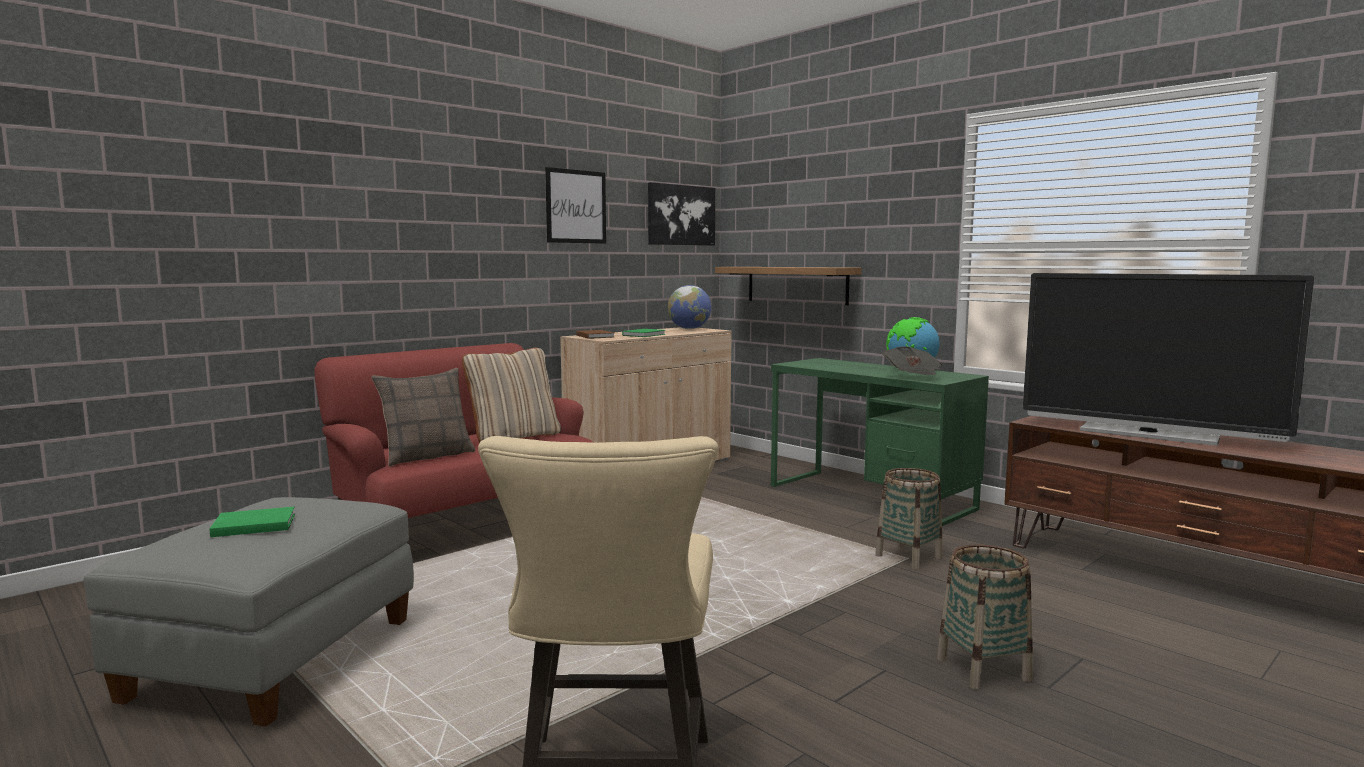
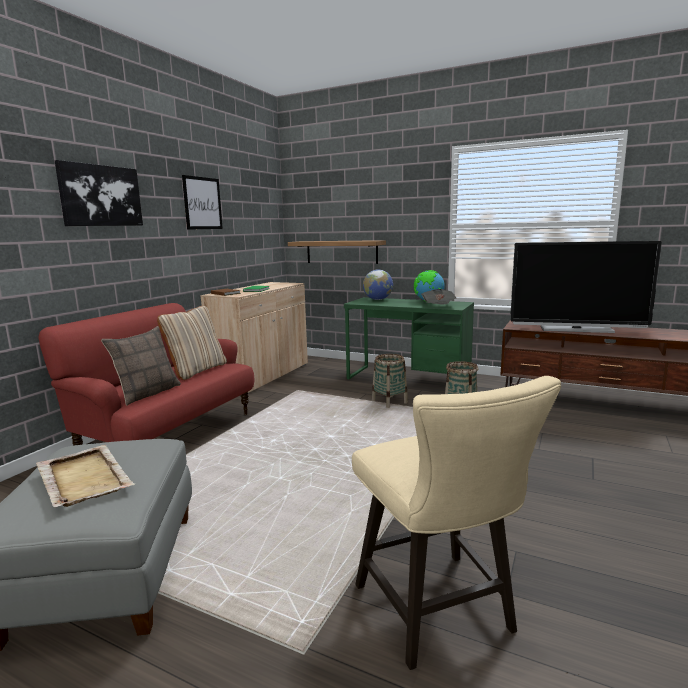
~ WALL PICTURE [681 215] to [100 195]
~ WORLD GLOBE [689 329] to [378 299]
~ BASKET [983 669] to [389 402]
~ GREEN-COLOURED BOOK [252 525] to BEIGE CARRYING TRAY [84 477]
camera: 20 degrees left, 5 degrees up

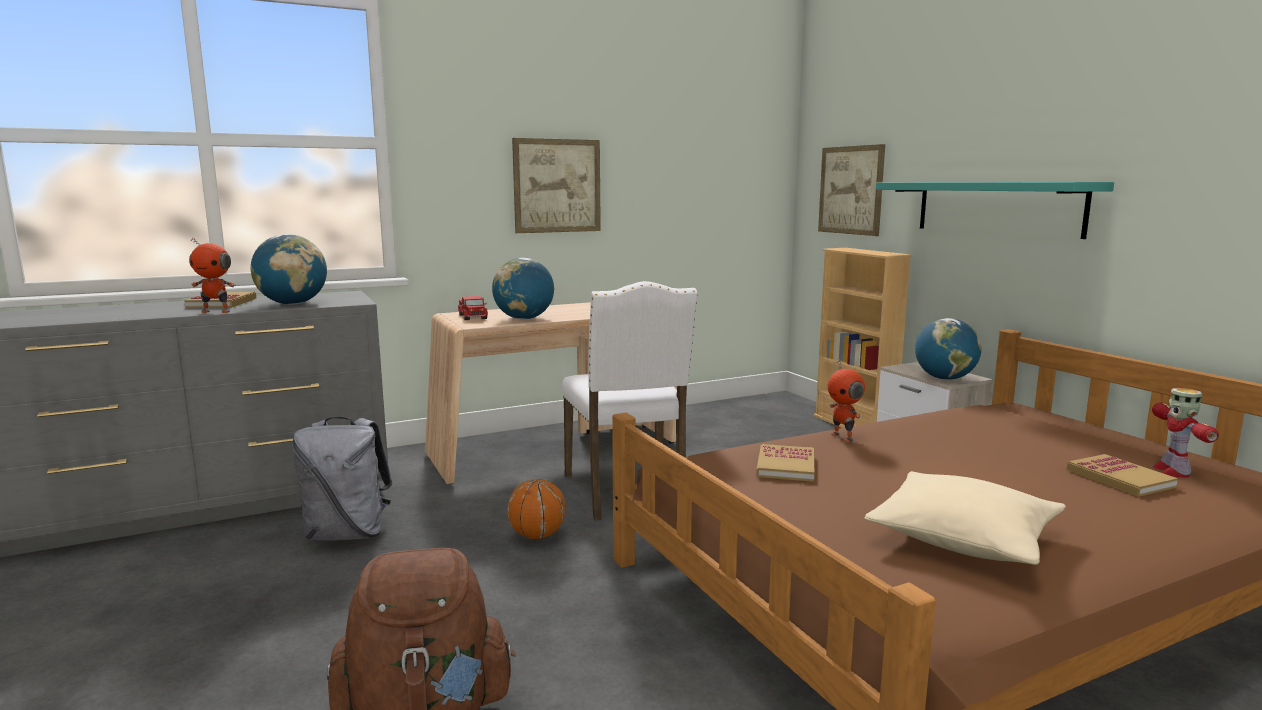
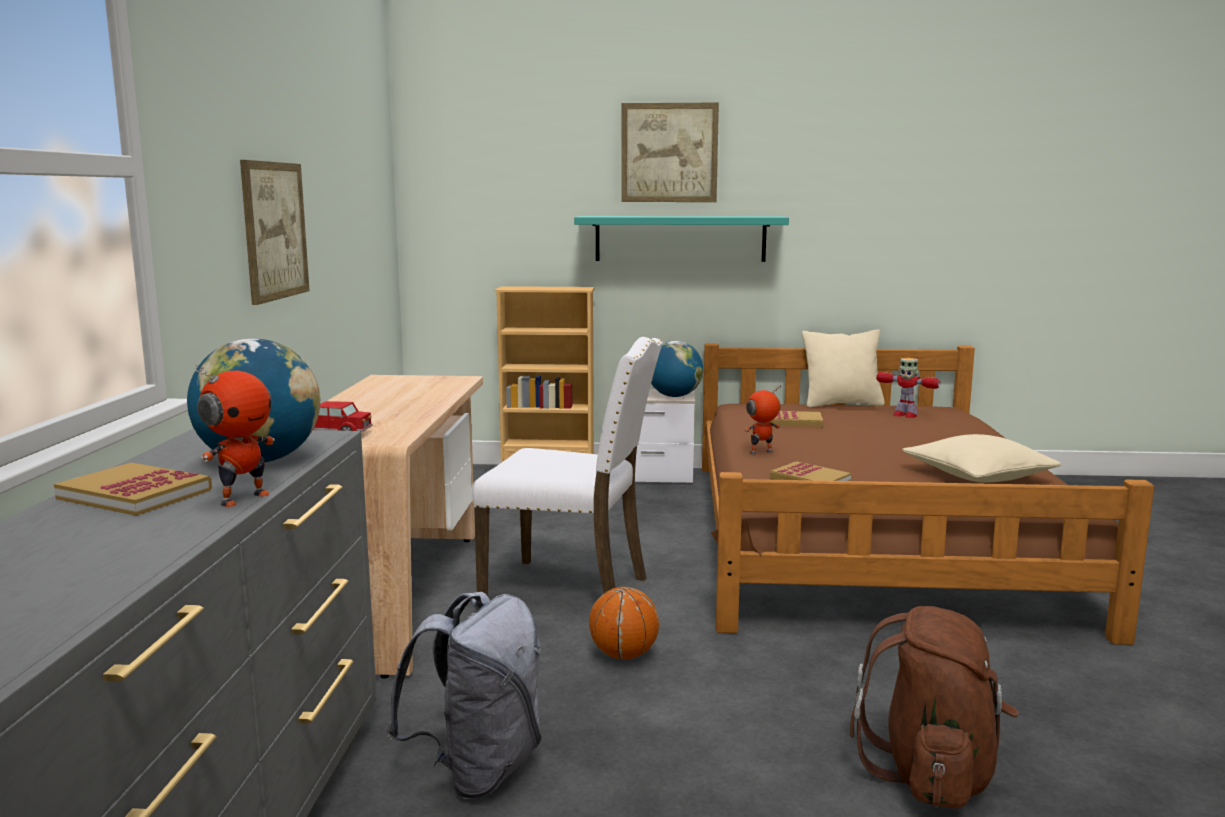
- WORLD GLOBE [524 319]
+ BEIGE CUSHION [842 404]
~ WALL PICTURE [850 190] to [669 153]
~ BOOK [1119 478] to [795 422]
~ MODEL ROBOT [843 437] = [761 453] 150 degrees clockwise
camera: 60 degrees left, 0 degrees up

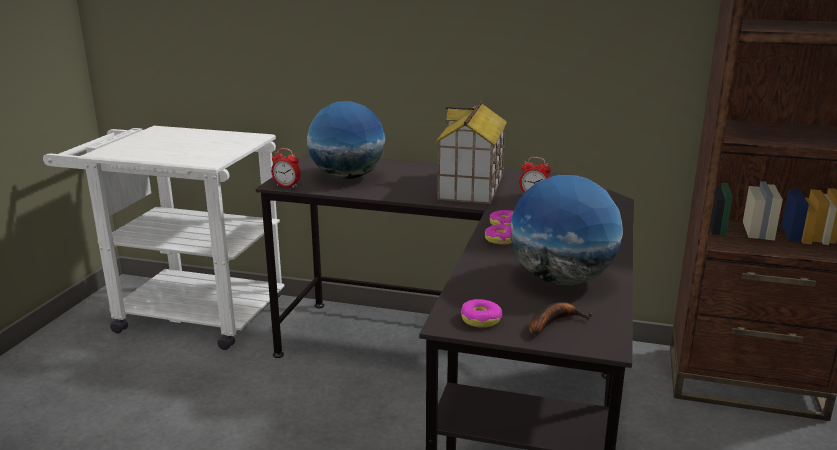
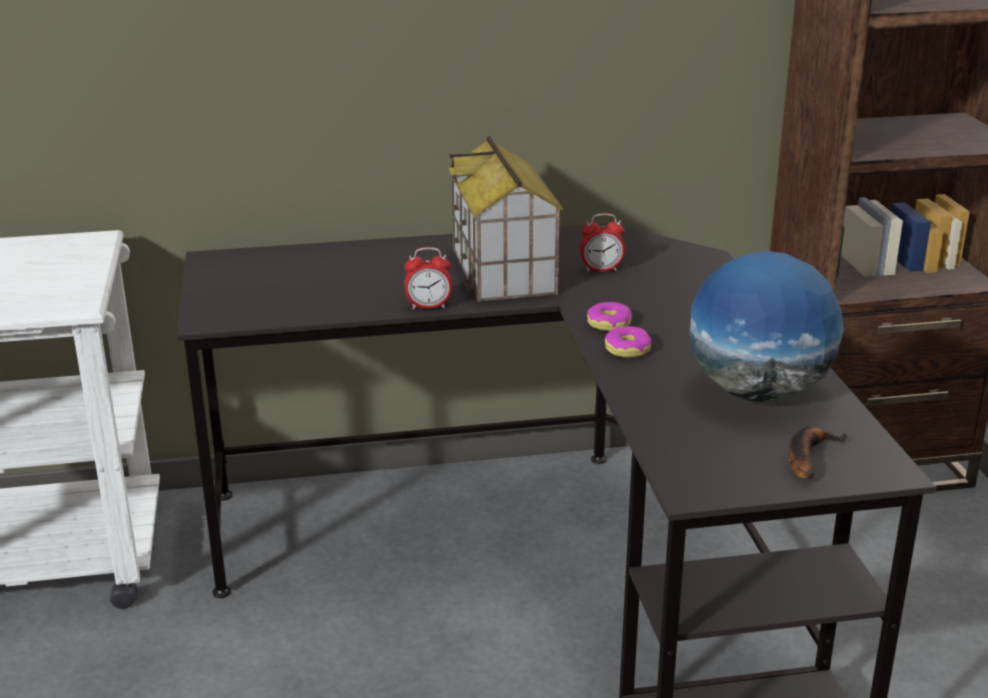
- WORLD GLOBE [347 177]
- RING DOUGHNUT [481 319]
~ ALARM CLOCK [287 186] to [428 307]
camera: 25 degrees left, 5 degrees up

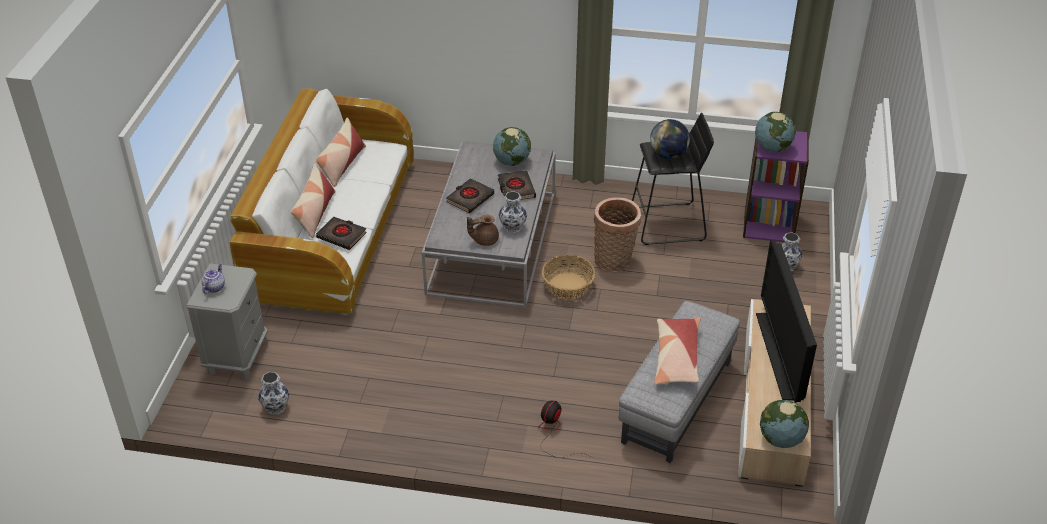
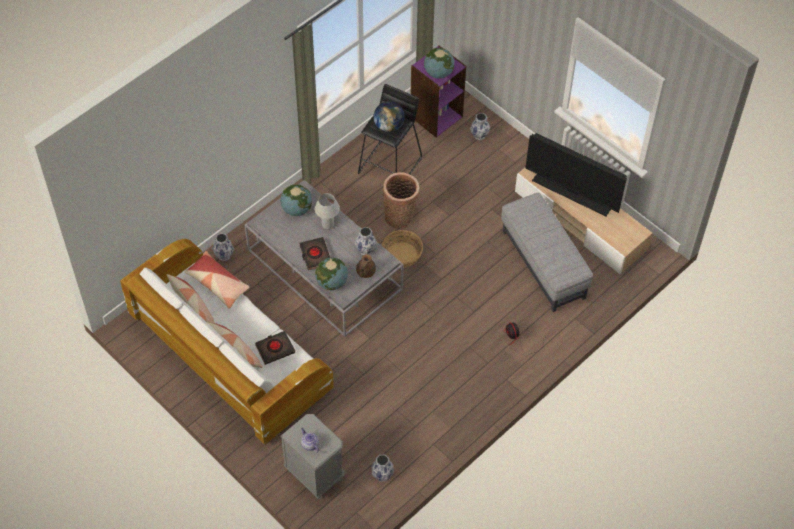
+ FLOWER VASE [223 255]
~ CUSHION [676 358] to [218 284]
~ WORLD GLOBE [780 439] to [331 282]
~ BLACK BOOK [516 189] to WHITE LAMP FOR A TABLE [327 224]
camera: 55 degrees left, 15 degrees up

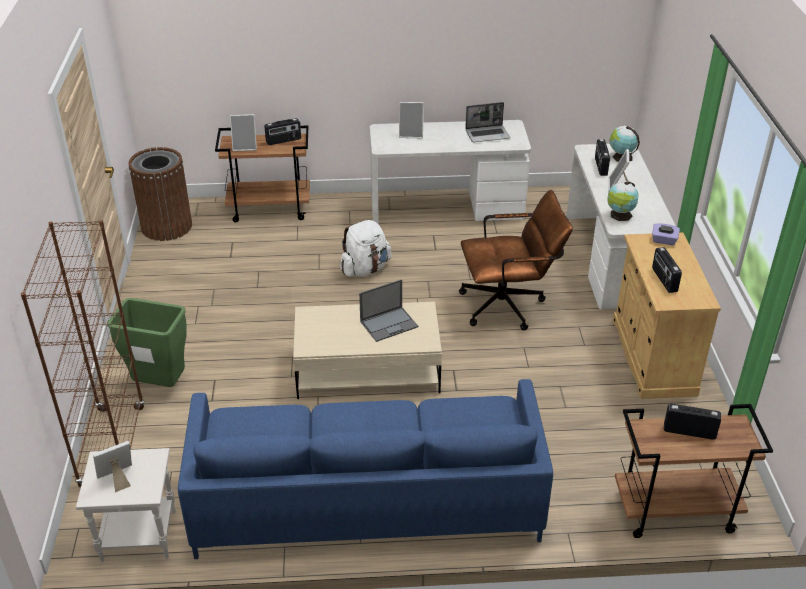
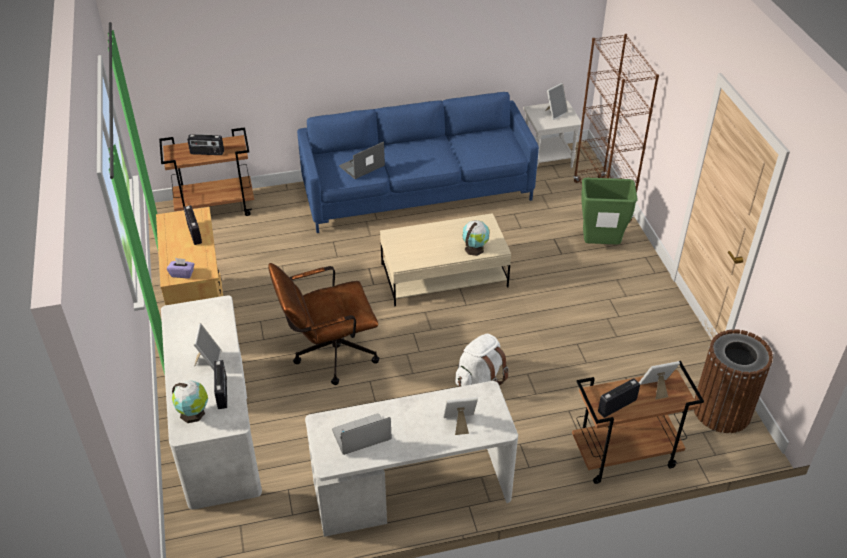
~ LAPTOP [389 324] to [361 166]
~ WORLD GLOBE [620 215] to [475 248]
camera: 170 degrees right, 5 degrees up

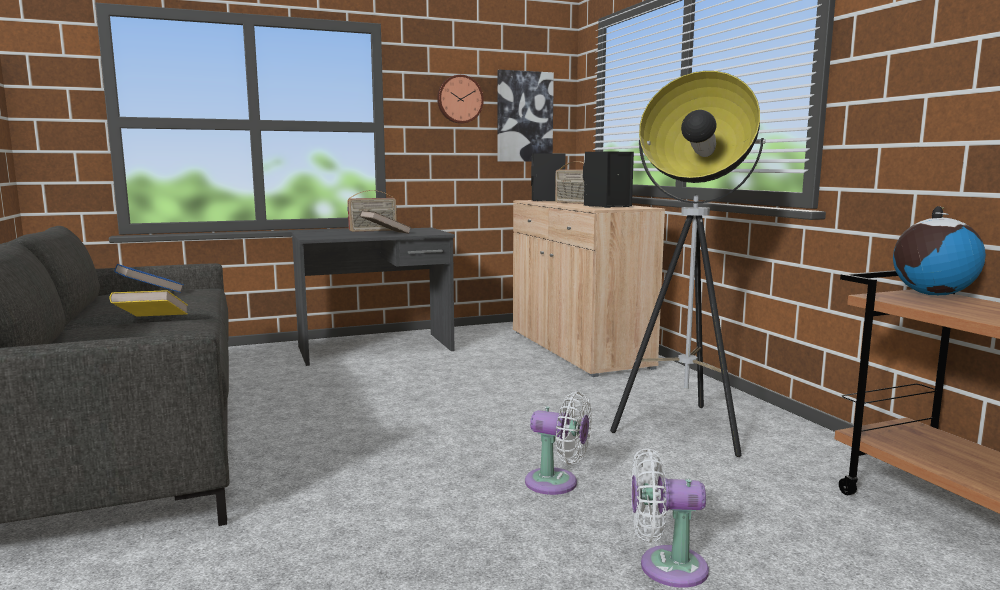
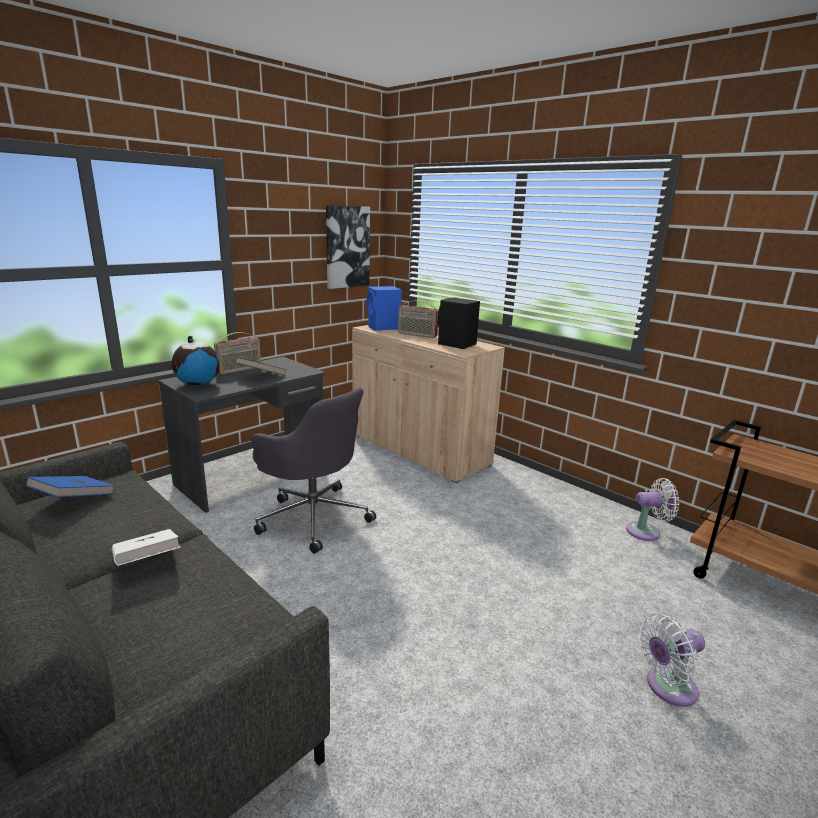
- CLOCK ON THE WALL [459 99]
- STANDARD LAMP [684 429]
+ GREYISH COMPUTER CHAIR [313 516]
~ WHITE FAN [557 483] to [646 532]
~ WORLD GLOBE [932 294] to [197 384]
~ YELLOW-COLOURED BOOK [152 321] to WHITE BOOK [147 562]
~ BLACK SPEAKER [548 200] to BLUISH SPEAKER [384 328]
camera: 25 degrees left, 10 degrees up

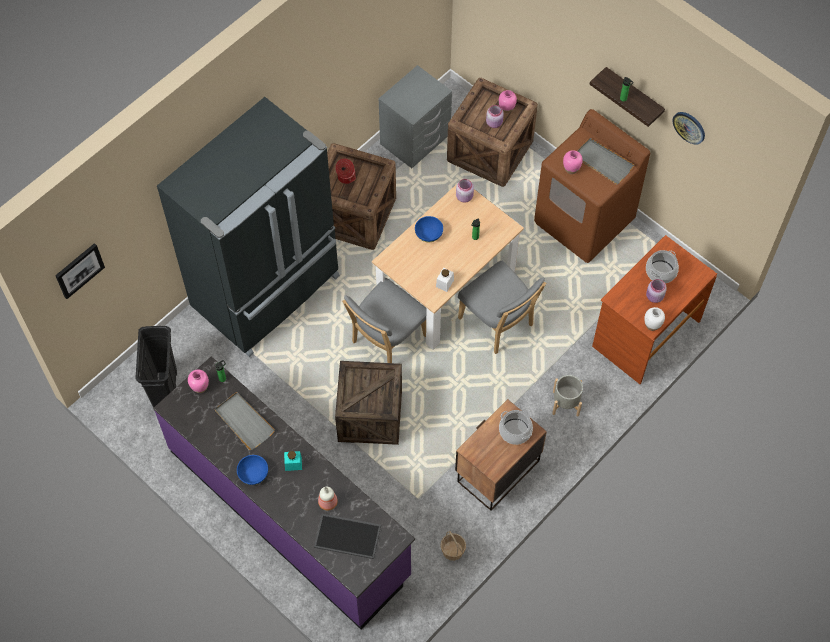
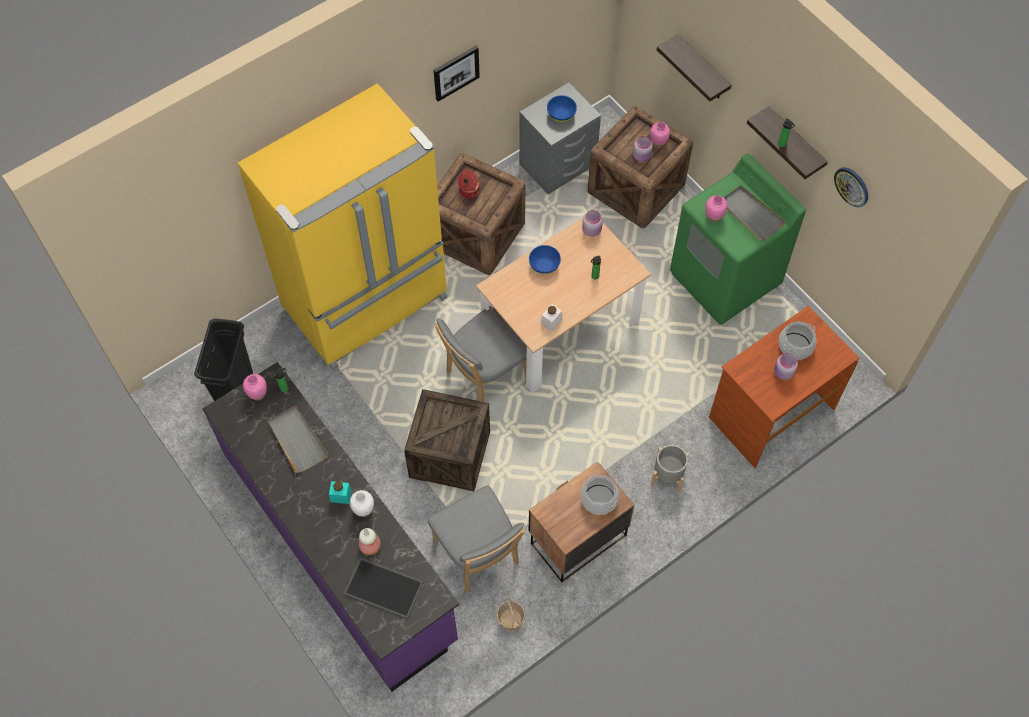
+ WALL SHELF [702 69]
~ WALL PICTURE [79 270] to [455 72]
~ BLUISH SERVING BOWL [253 474] to [561 115]
~ GREYISH CHAIR [498 324] to [478 555]
~ WHITE FLOWER VASE [652 325] to [363 510]
~ BLACK FRIDGE [268 292] to YELLOW-COLOURED FRIDGE [368 303]
~ BROWN-COLOURED LAUNDRY APPLIANCE [584 222] to GREEN-COLOURED LAUNDRY APPLIANCE [725 280]
camera: 10 degrees right, 0 degrees up

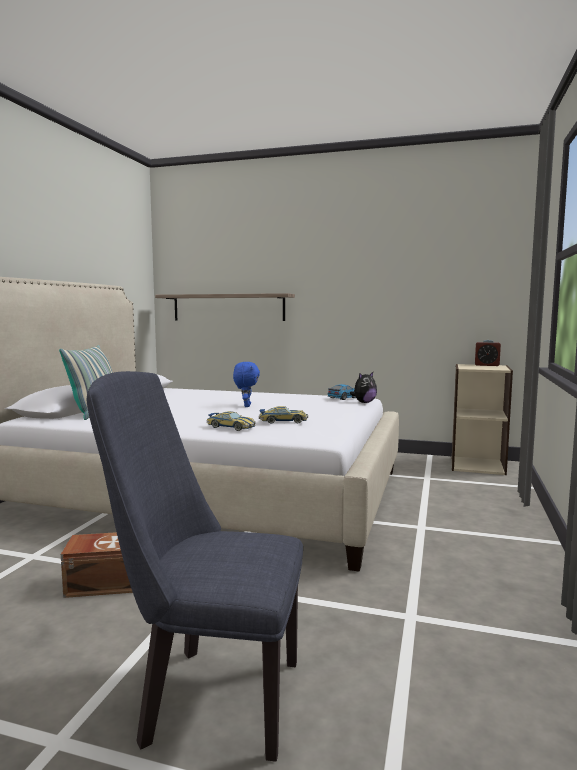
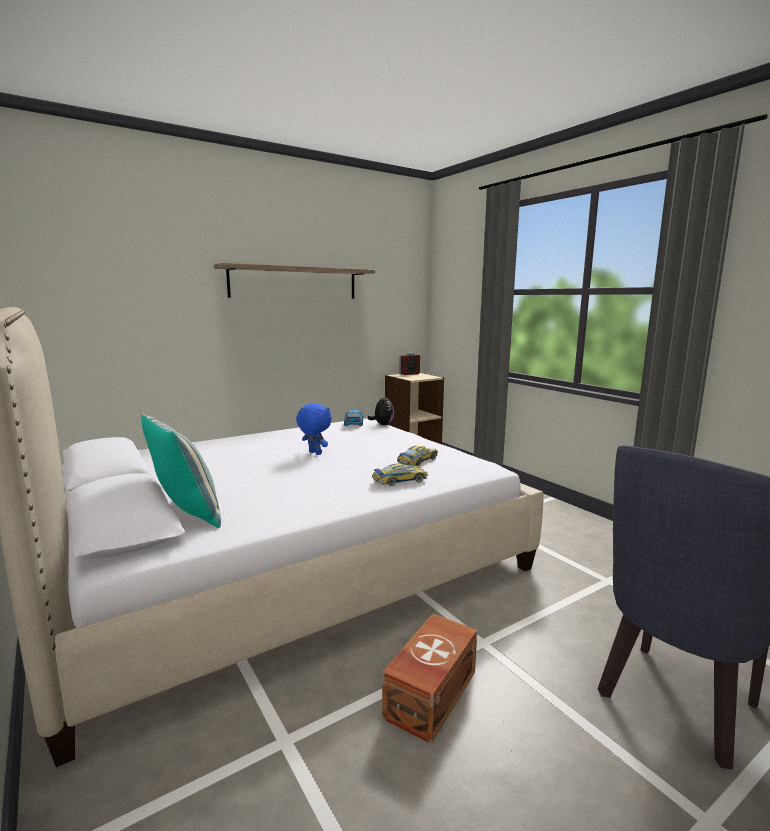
~ WALL SHELF [228 307] to [294 283]
camera: 50 degrees left, 5 degrees up

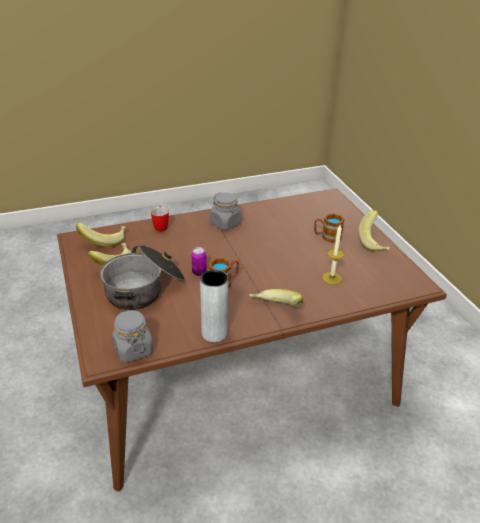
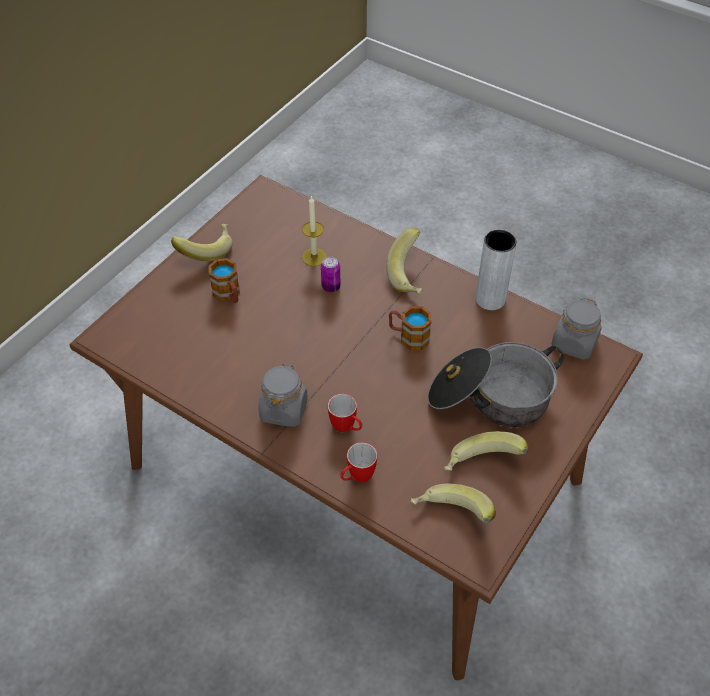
+ MUG [346 428]
~ CAN [199 272] to [331 287]
camera: 125 degrees left, 15 degrees up

